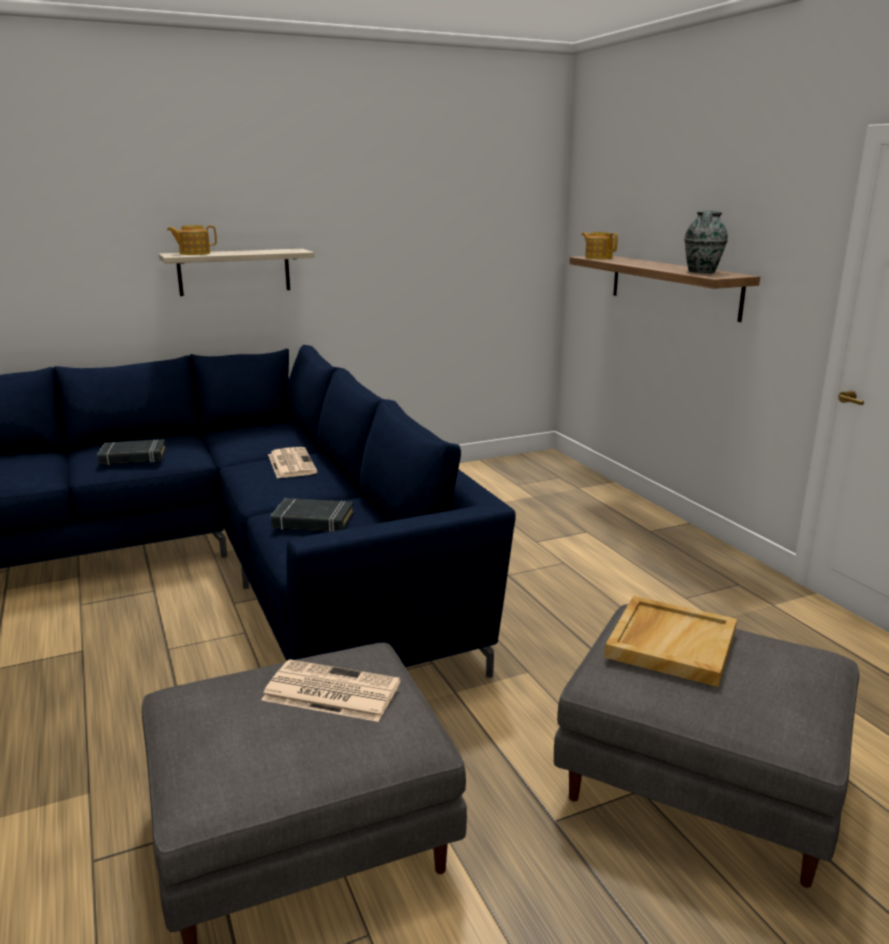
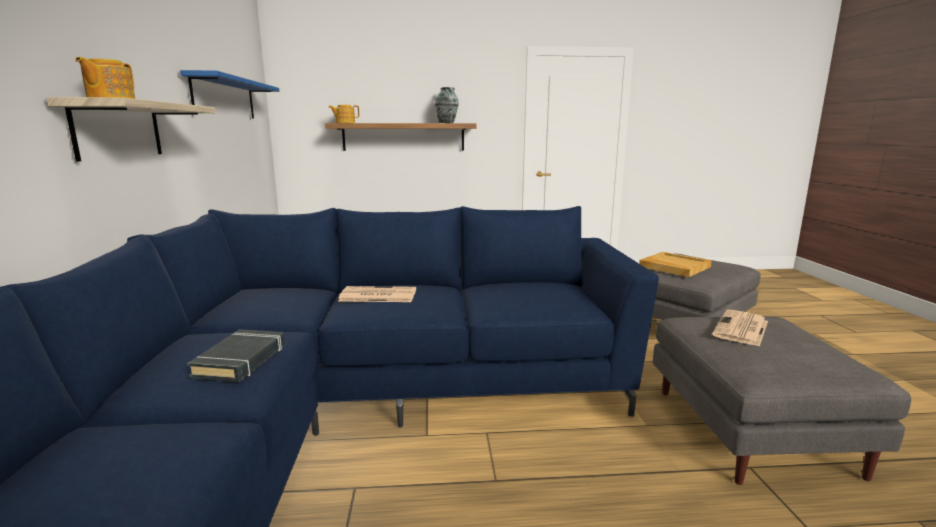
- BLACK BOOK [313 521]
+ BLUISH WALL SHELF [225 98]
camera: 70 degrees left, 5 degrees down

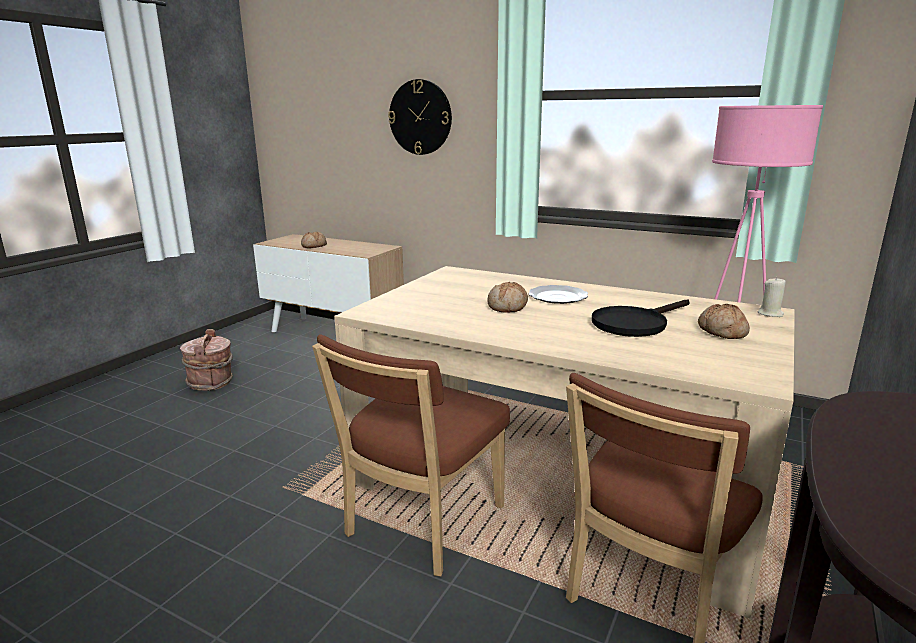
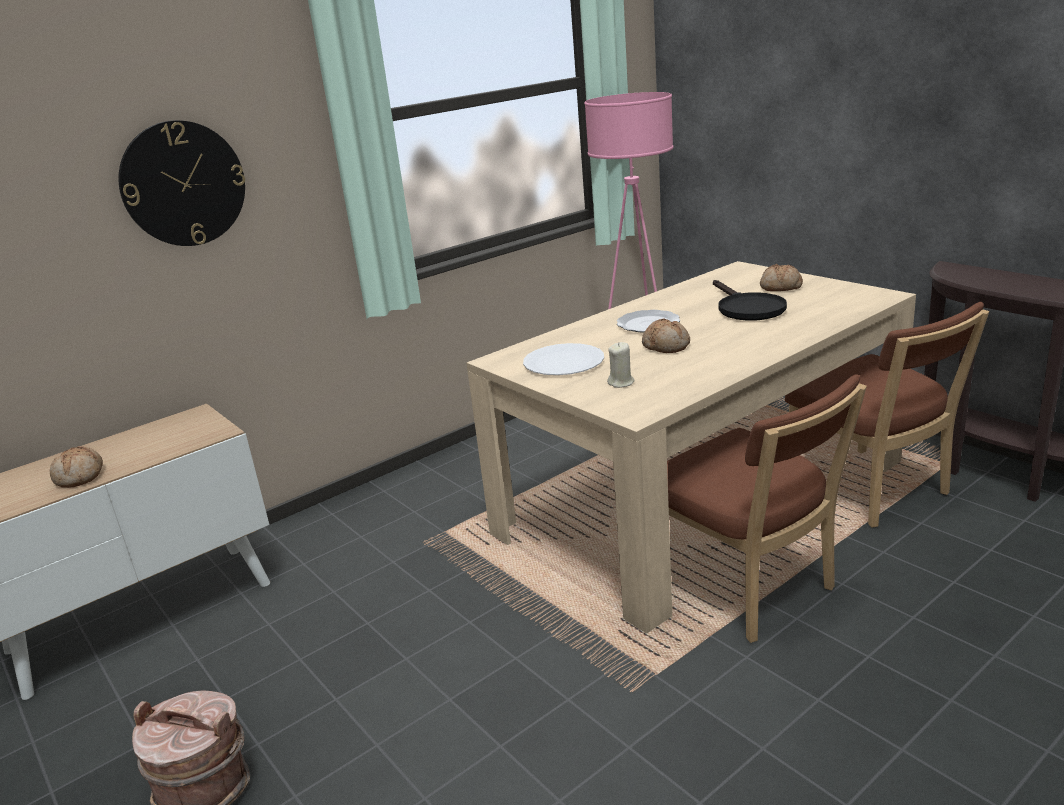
+ WHITE DINNER PLATE [564 362]
~ BEIGE WAX LIGHT [770 314] to [621 383]
camera: 65 degrees left, 5 degrees up

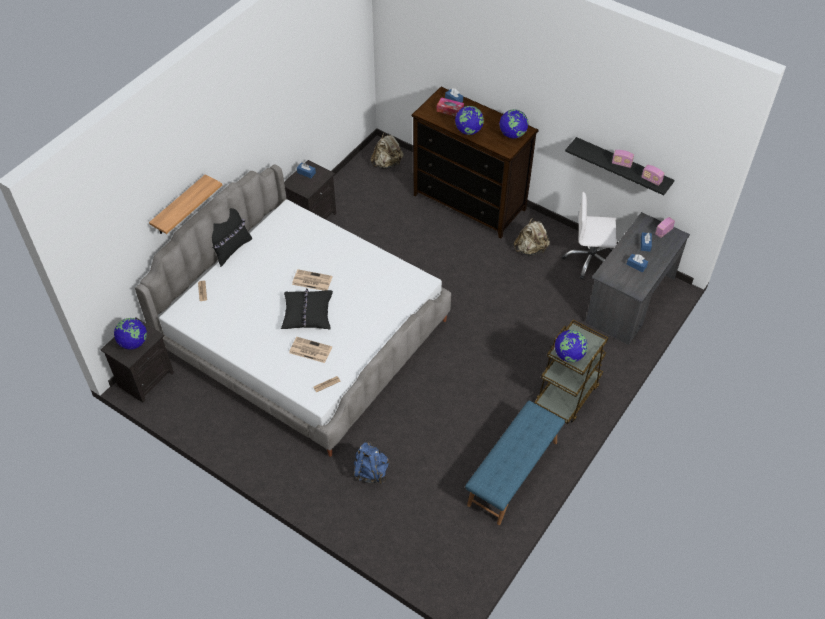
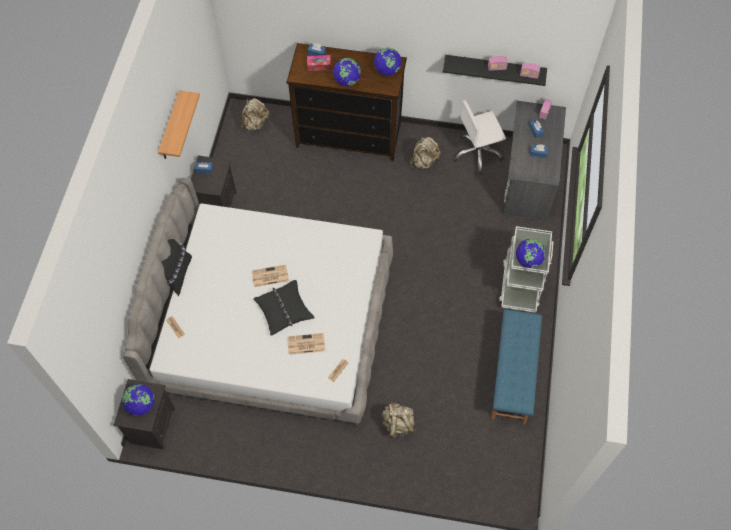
~ WALL SHELF [179 206] to [170 127]
~ BLUISH RUCKSACK [370 471] to BEIGE RUCKSACK [398 424]
~ BROWN-COLOURED CART [567 394] to WHITE CART [520 285]
camera: 25 degrees left, 10 degrees up

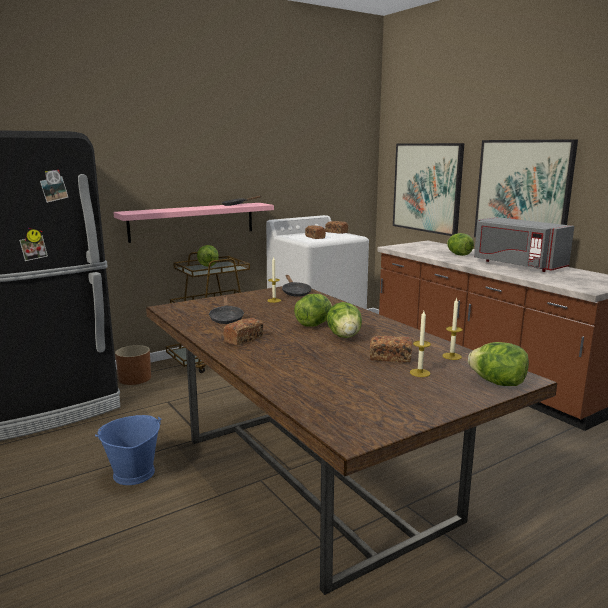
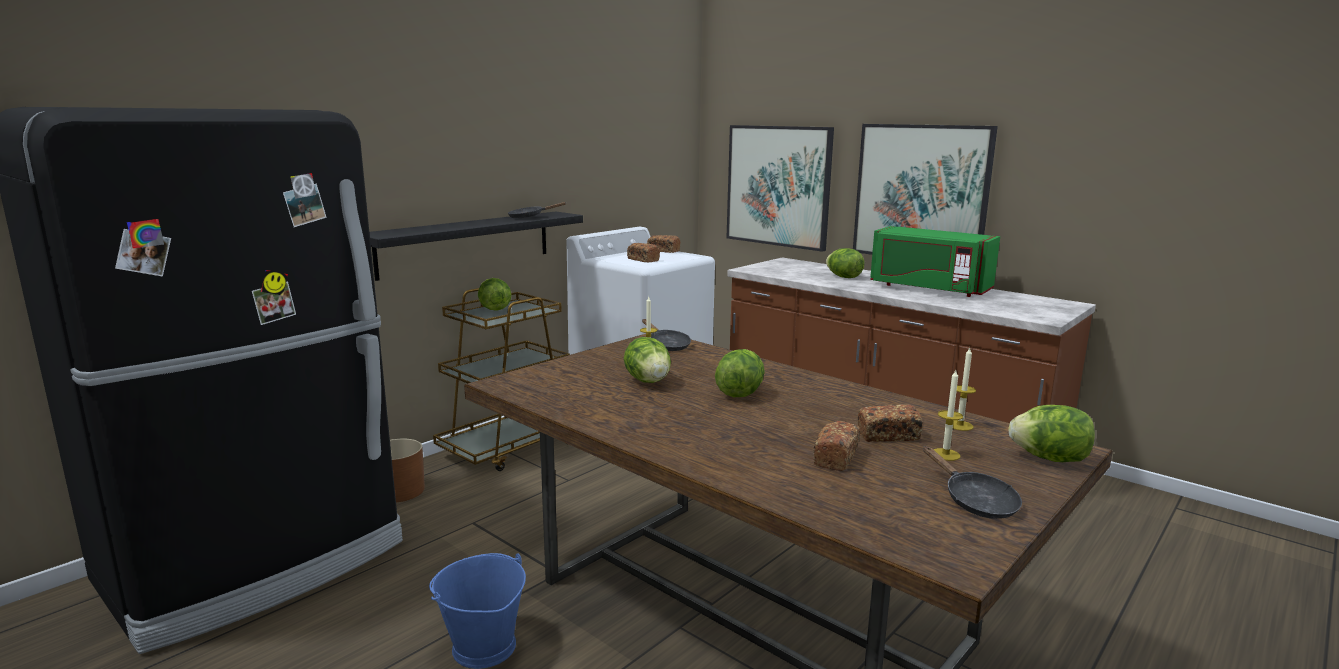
~ BLACK FRYING PAN [226 318] to [975 501]
~ BREAD [243 339] to [835 457]
~ LETTUCE HEAD [344 336] to [648 381]
~ PINK-COLOURED WALL SHELF [192 221] to BLACK WALL SHELF [466 243]
~ GREYISH MICROWAVE OVEN [517 265] to GREEN-COLOURED MICROWAVE OVEN [928 288]
camera: 15 degrees left, 0 degrees up

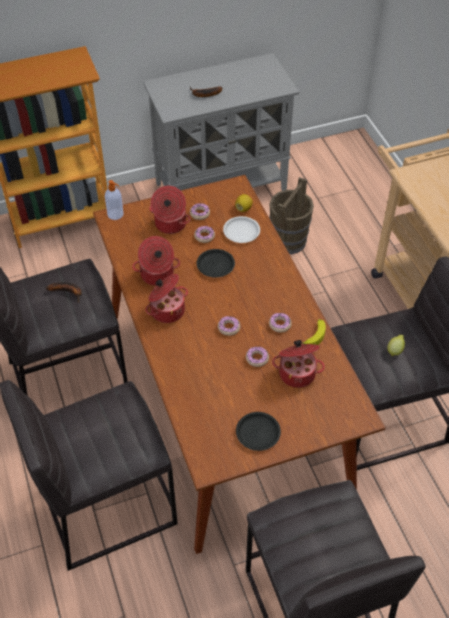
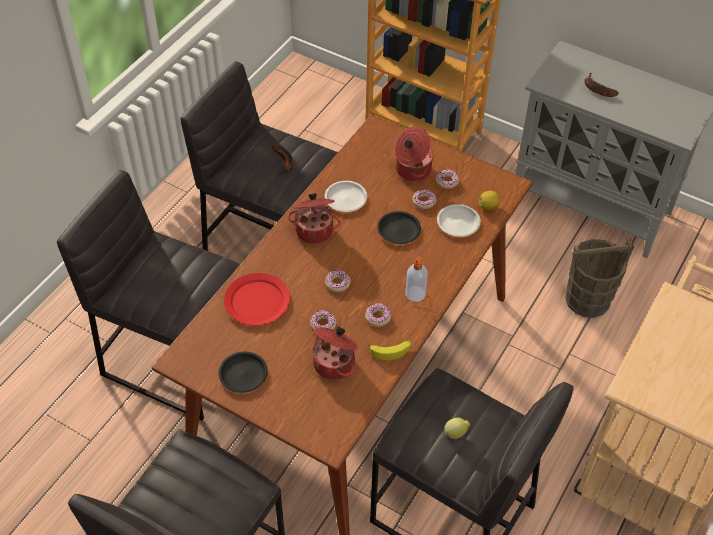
+ REDDISH DINNER PLATE [257 302]
~ SOAP DISPENSER [116 214] to [415 295]
~ STOCKPOT [157 275] to WHITE DINNER PLATE [346 199]
camera: 50 degrees right, 0 degrees up

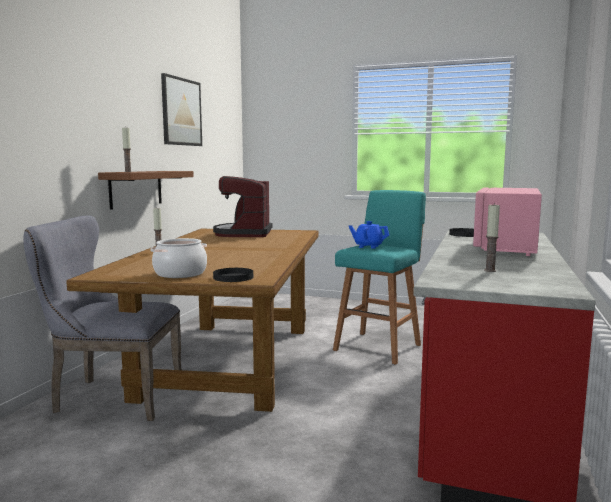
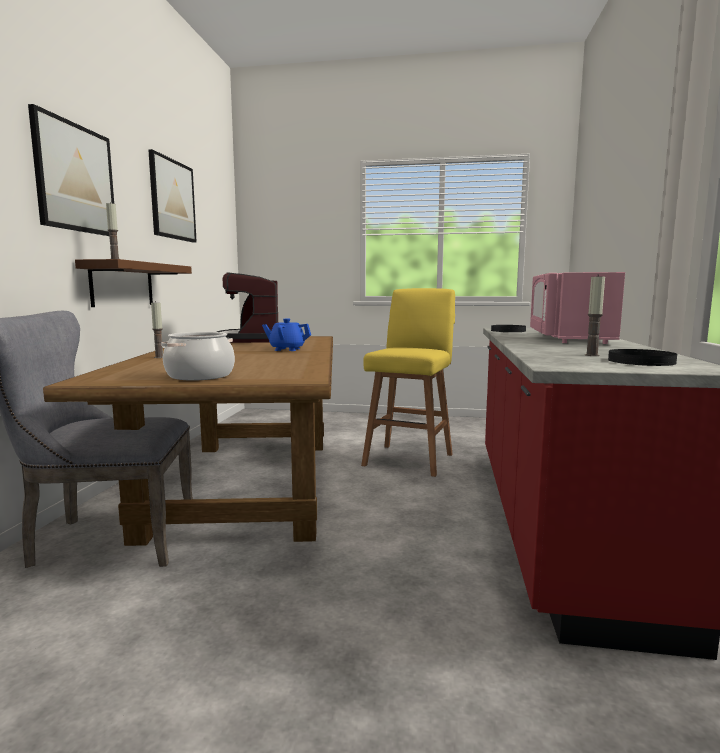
+ WALL PICTURE [75 178]
~ BLACK DINNER PLATE [233 277] to [640 361]
~ BLUISH TEA POT [368 246] to [287 349]
~ TURQUOISE-COLOURED STOOL [379 346] to YELLOW-COLOURED STOOL [409 459]
camera: 10 degrees left, 0 degrees up

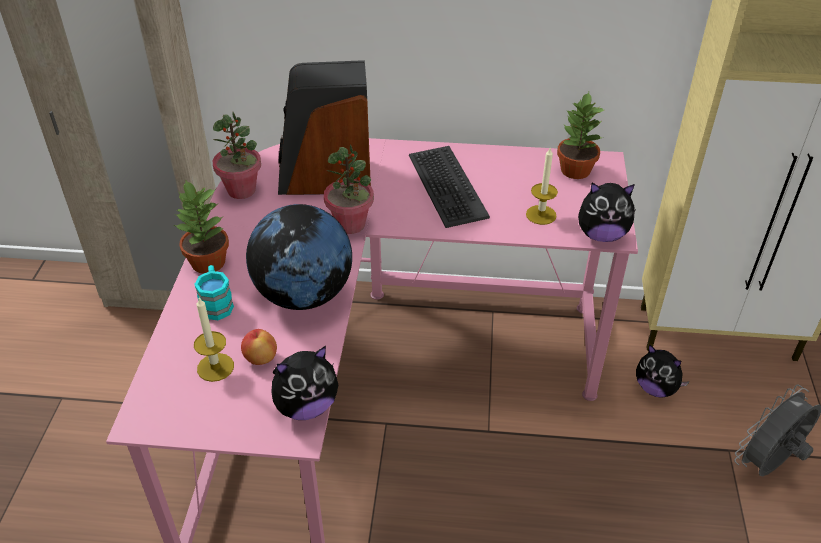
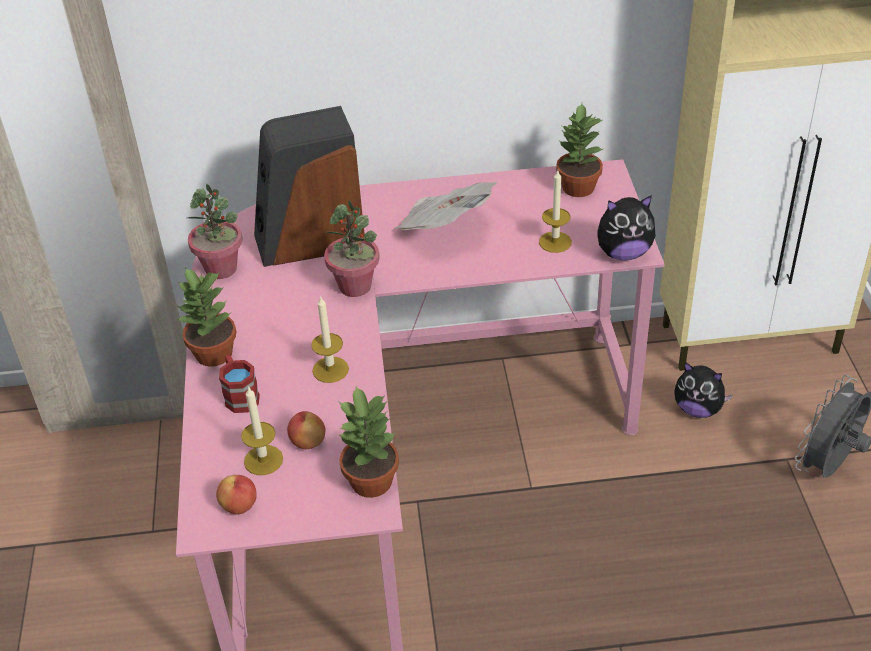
+ WHOLE APPLE [239 506]
~ WORLD GLOBE [303 295] to WAX LIGHT [330 369]
~ CUDDLY TOY [306 406] to HOUSEPLANT [372 480]
~ PC KEYBOARD [446 186] to NEWSPAPER [445 227]
~ TURQUOISE-COLOURED MUG [216 303] to REDDISH MUG [240 395]
camera: 10 degrees left, 0 degrees up

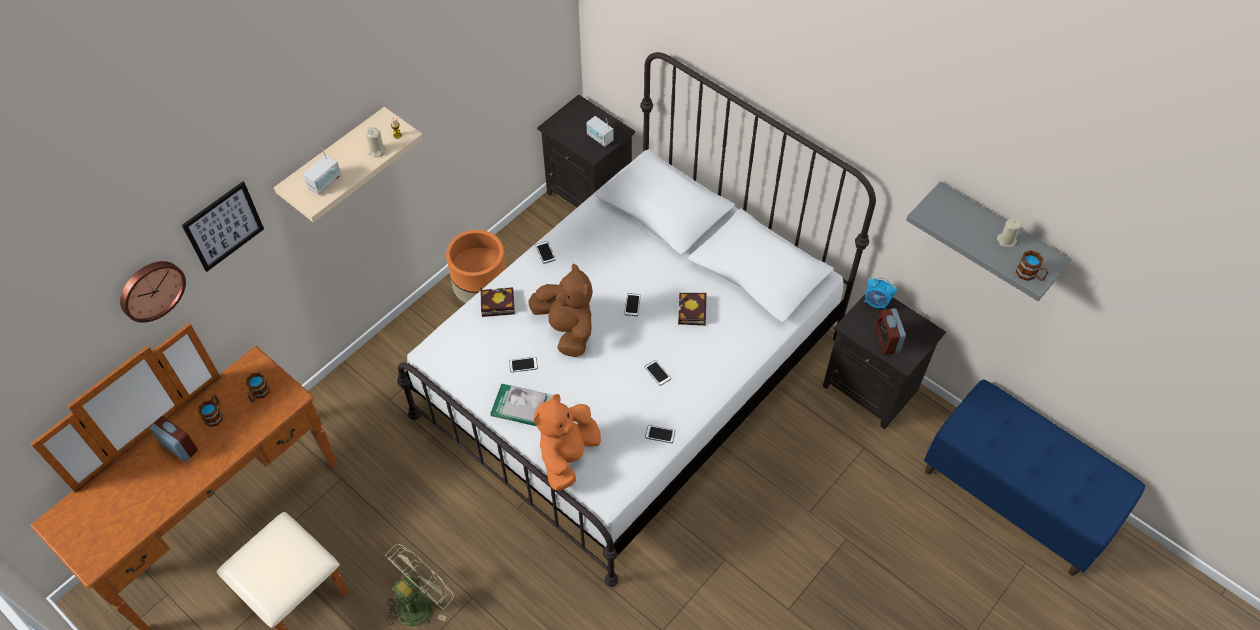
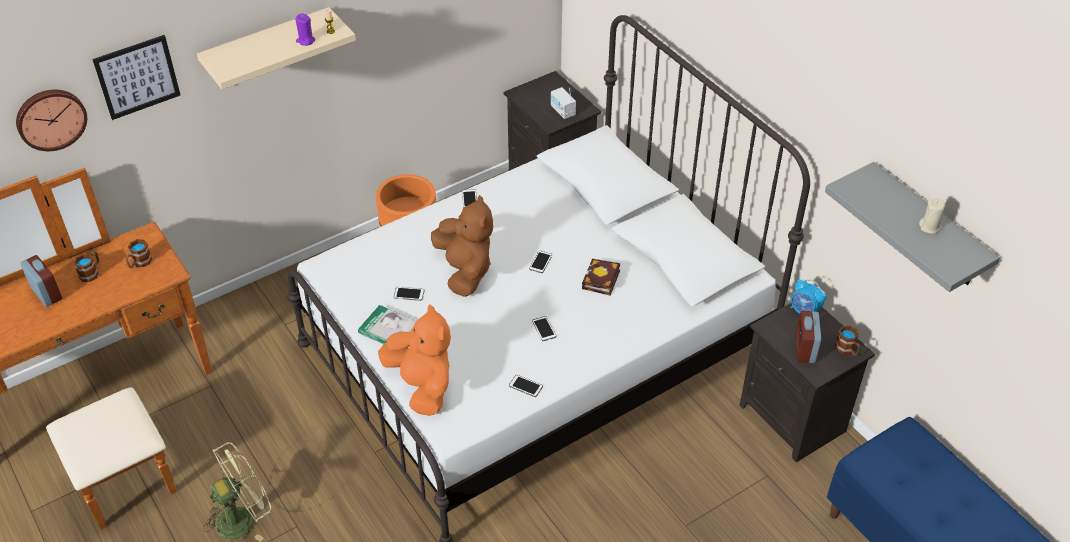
- RADIO [325 183]
- BOOK [496 305]
~ MUG [1029 275] to [847 350]
~ BEIGE WAX LIGHT [377 151] to PURPLISH WAX LIGHT [305 40]
~ ORANGEY CUDDLY TOY [567 456] = [422 386] 105 degrees clockwise
camera: 15 degrees right, 10 degrees down

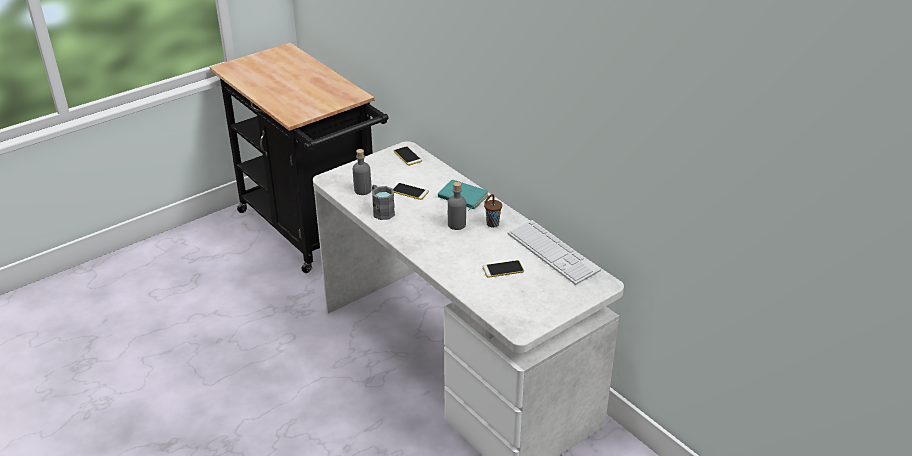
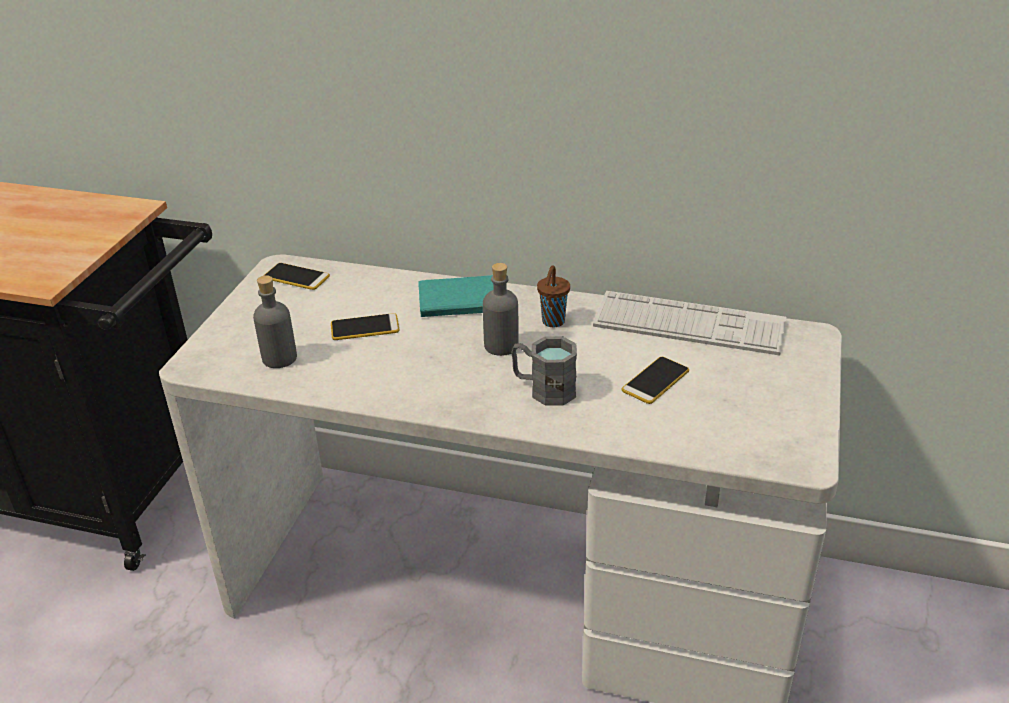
~ GREYISH MUG [381 211] to [544 389]
camera: 35 degrees left, 0 degrees up

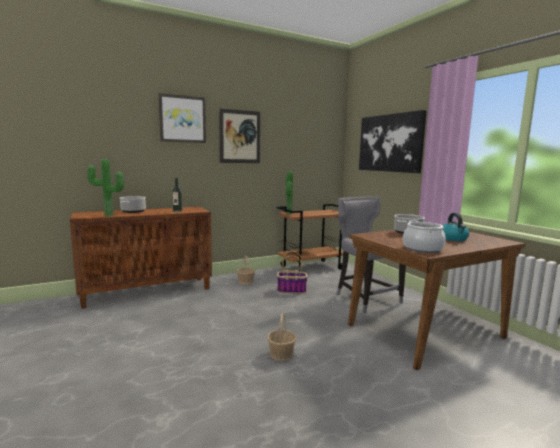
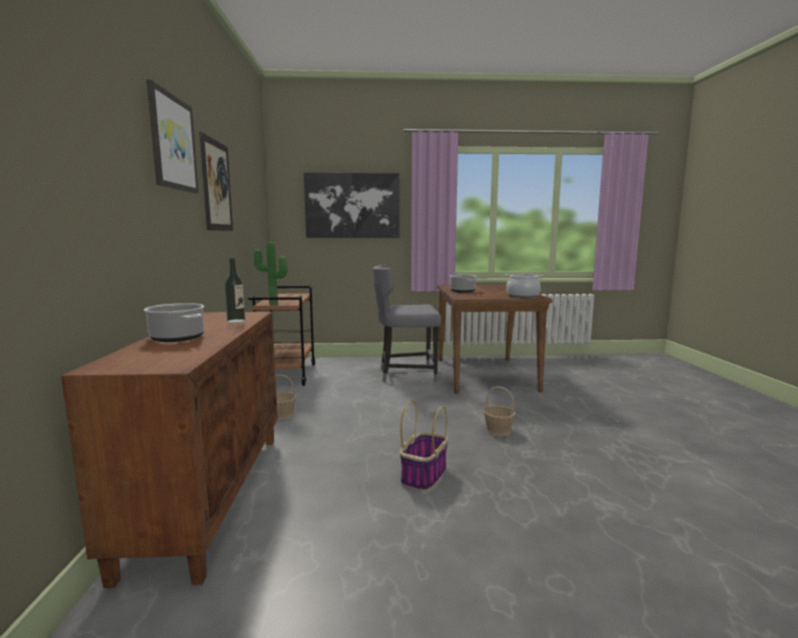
- HOUSEPLANT [108 216]
- WATER KETTLE [453 238]
~ BASKET [292 290] to [424 475]
camera: 65 degrees left, 0 degrees up

